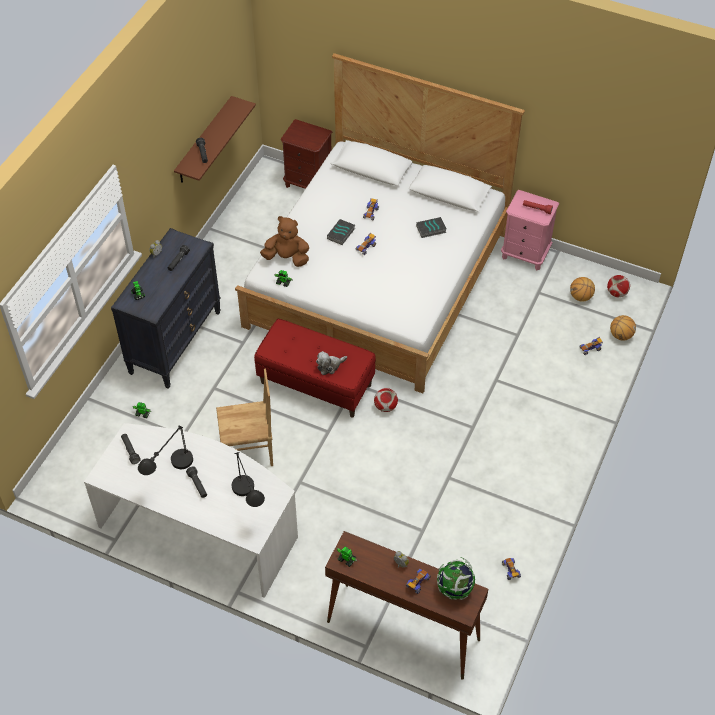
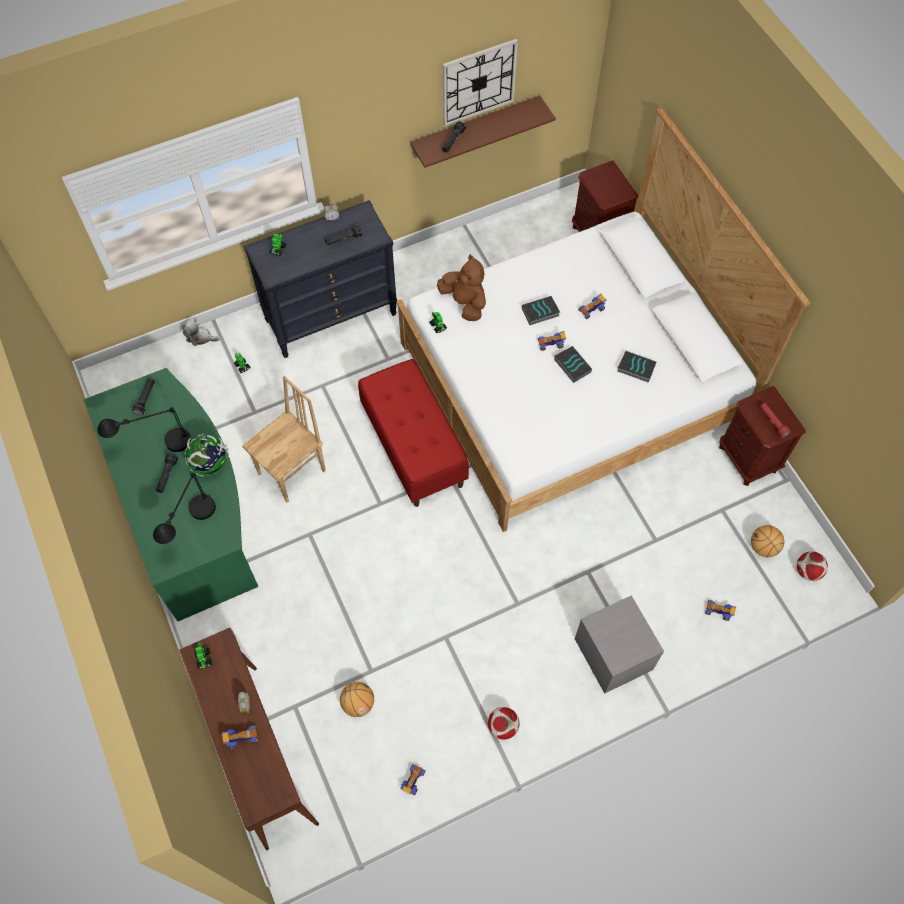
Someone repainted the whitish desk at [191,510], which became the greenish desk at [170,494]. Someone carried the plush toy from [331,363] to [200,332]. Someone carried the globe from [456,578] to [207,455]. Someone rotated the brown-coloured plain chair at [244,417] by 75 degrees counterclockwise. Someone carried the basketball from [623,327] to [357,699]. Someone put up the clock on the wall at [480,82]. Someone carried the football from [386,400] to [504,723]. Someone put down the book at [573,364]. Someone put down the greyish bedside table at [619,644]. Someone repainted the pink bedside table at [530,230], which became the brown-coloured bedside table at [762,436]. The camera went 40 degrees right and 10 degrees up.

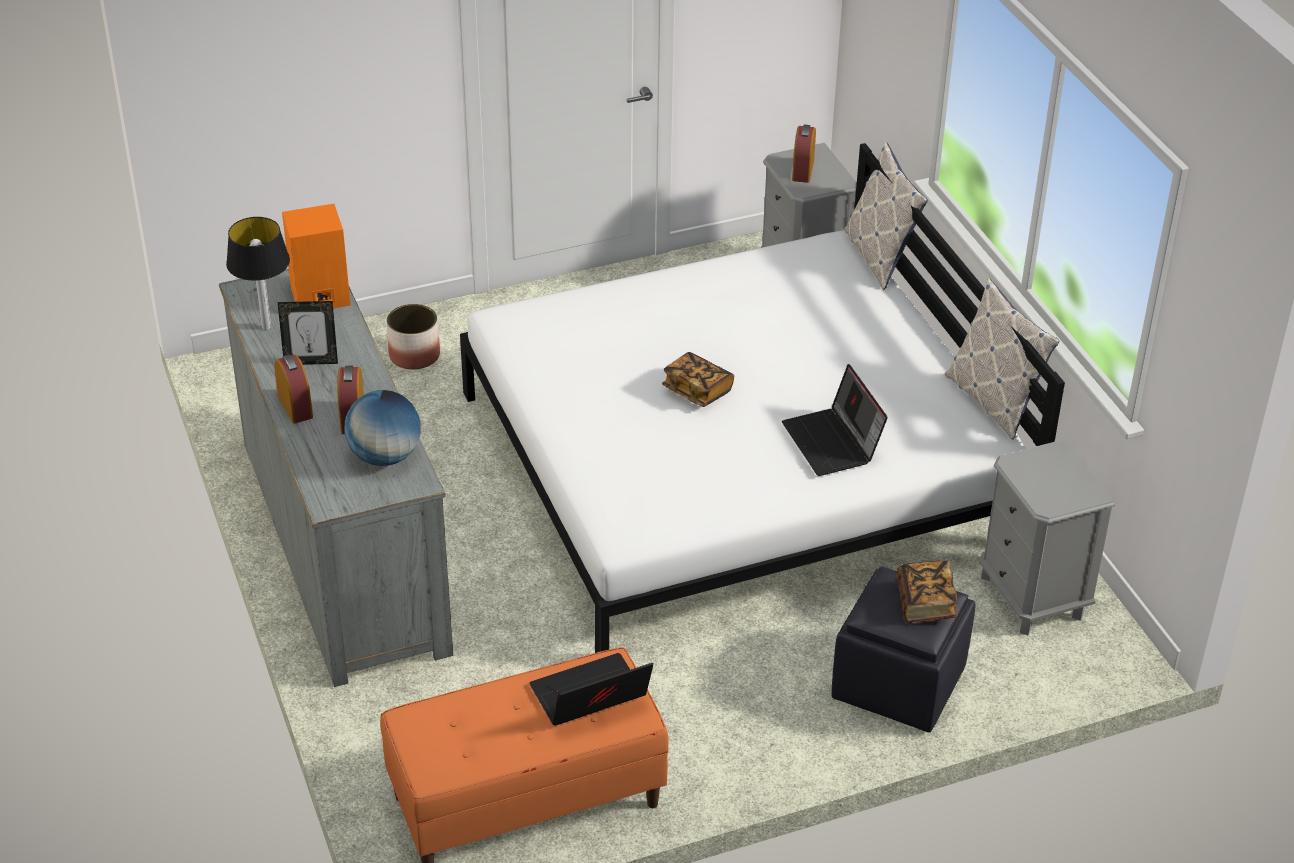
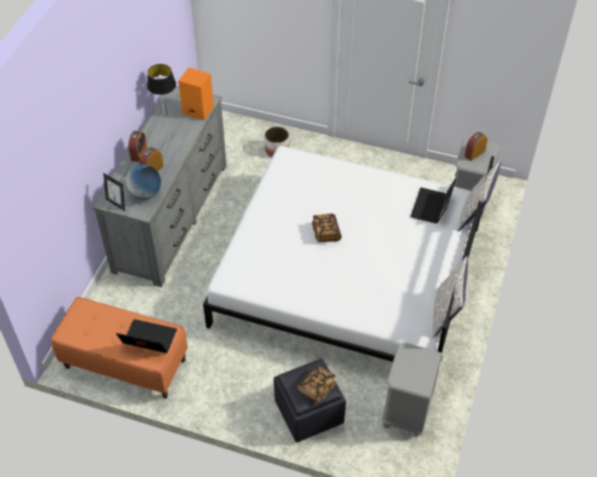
Someone carried the standing frame from [308,333] to [114,192]. Someone carried the laptop from [835,420] to [433,201]. The camera went 40 degrees right and 10 degrees up.

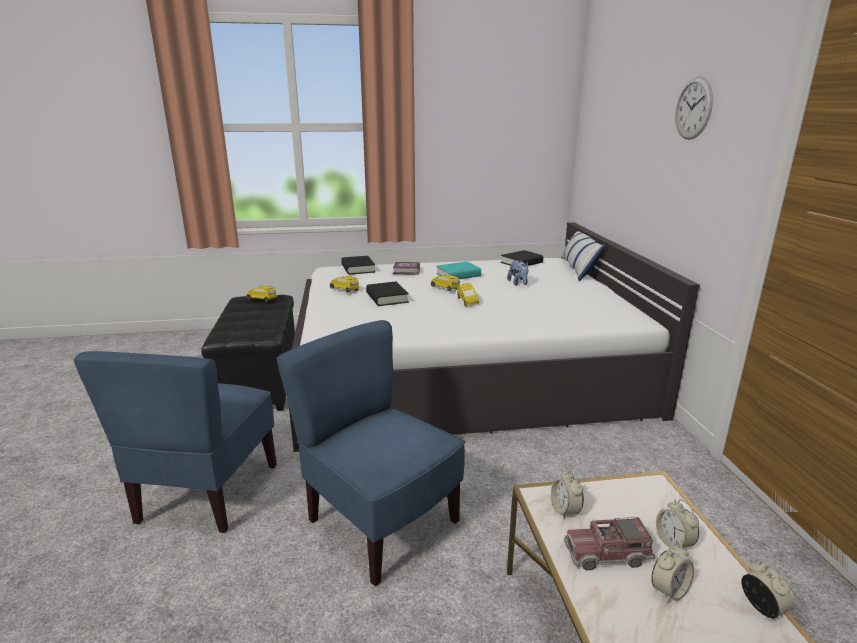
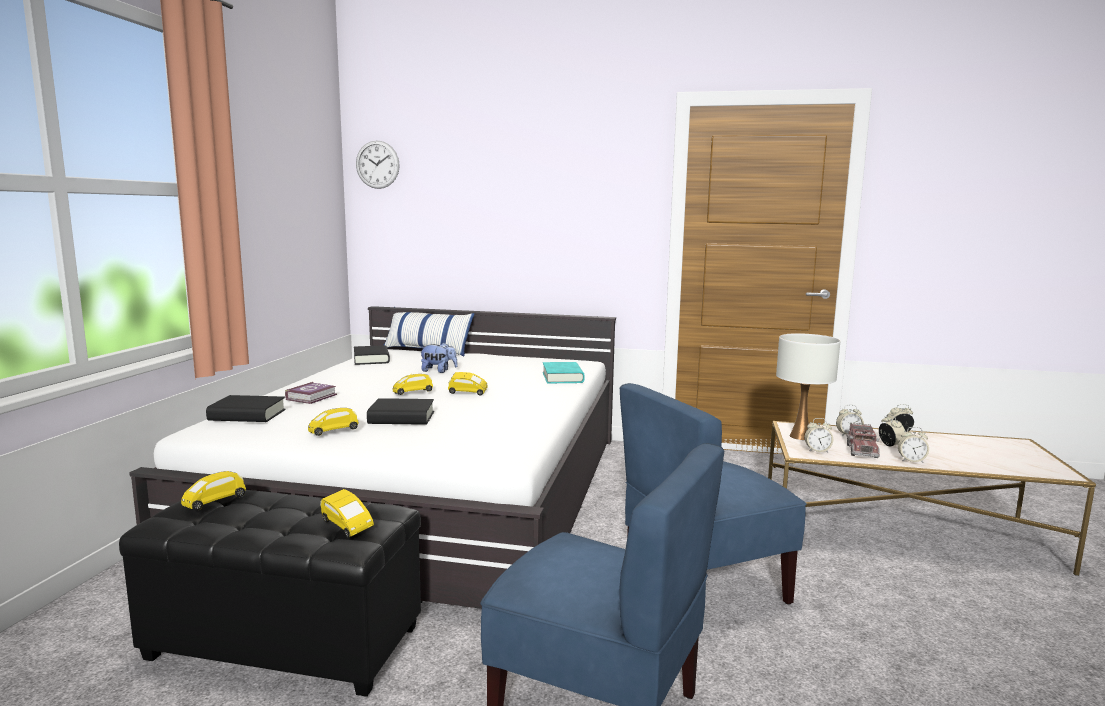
Someone put down the yellowish model car at [347,513]. Someone carried the clock on the wall from [694,108] to [378,164]. Someone carried the turquoise-coloured book from [458,270] to [564,373]. Someone put down the whitish tabletop lamp at [808,386]. Someone put down the table clock at [913,445]. The camera went 70 degrees left and 10 degrees down.

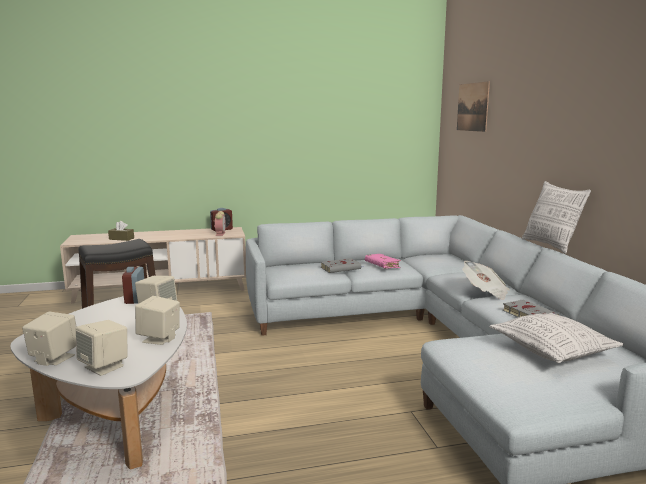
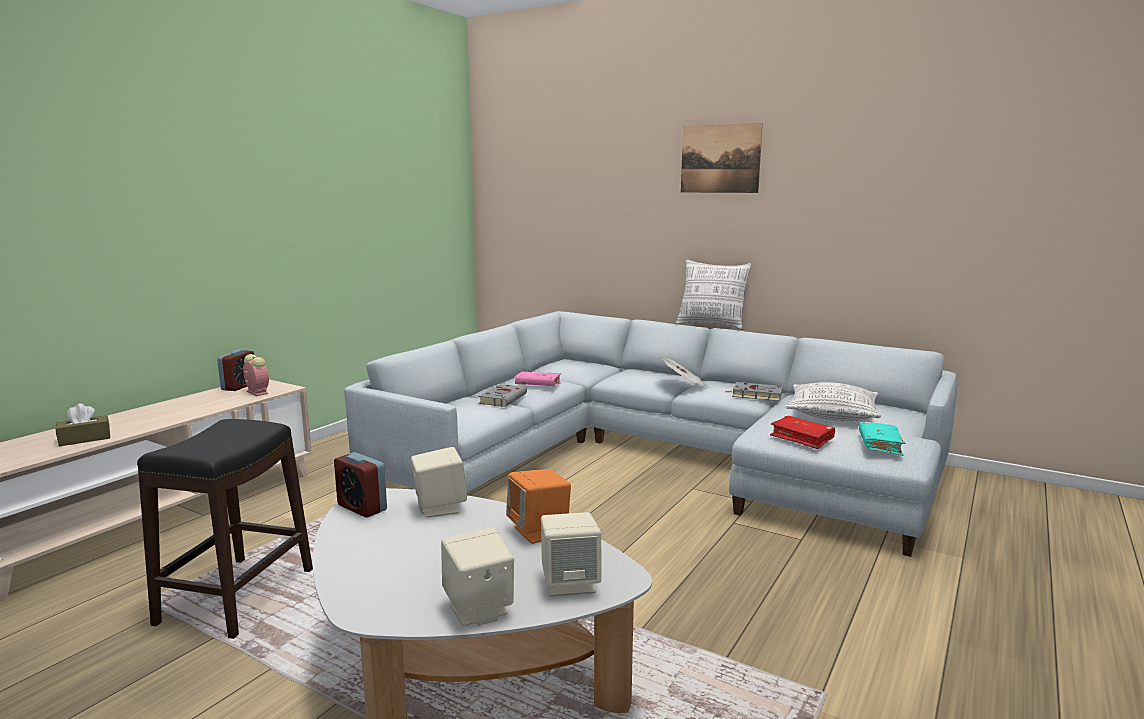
Someone repainted the beige-coloured loudspeaker at [157,320], which became the orange loudspeaker at [538,506]. Someone carried the wall art from [473,106] to [722,158]. Someone put down the red-coloured book at [802,432]. Someone put down the turquoise-coloured book at [882,439]. The camera went 45 degrees left and 0 degrees up.

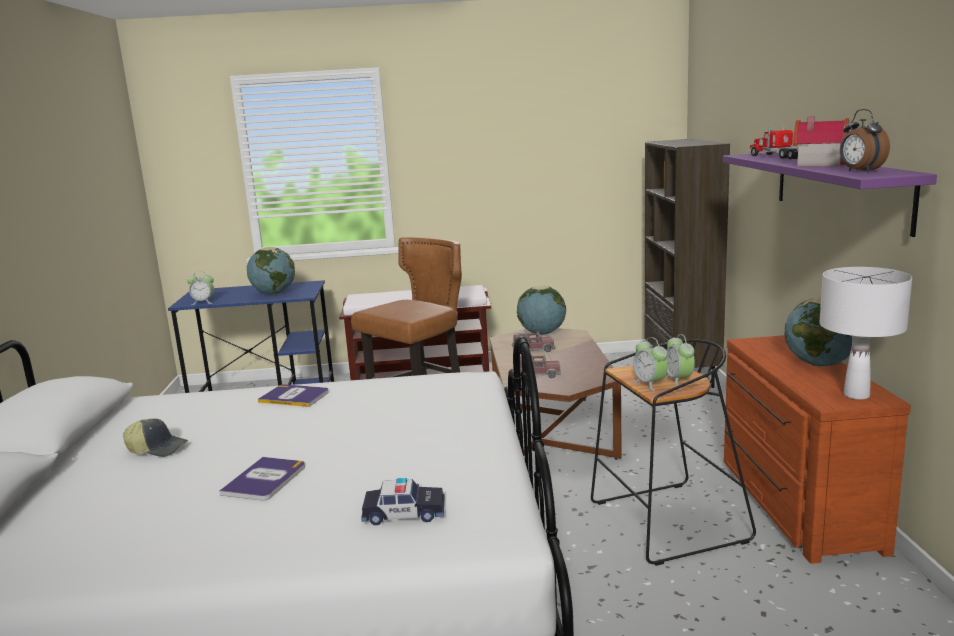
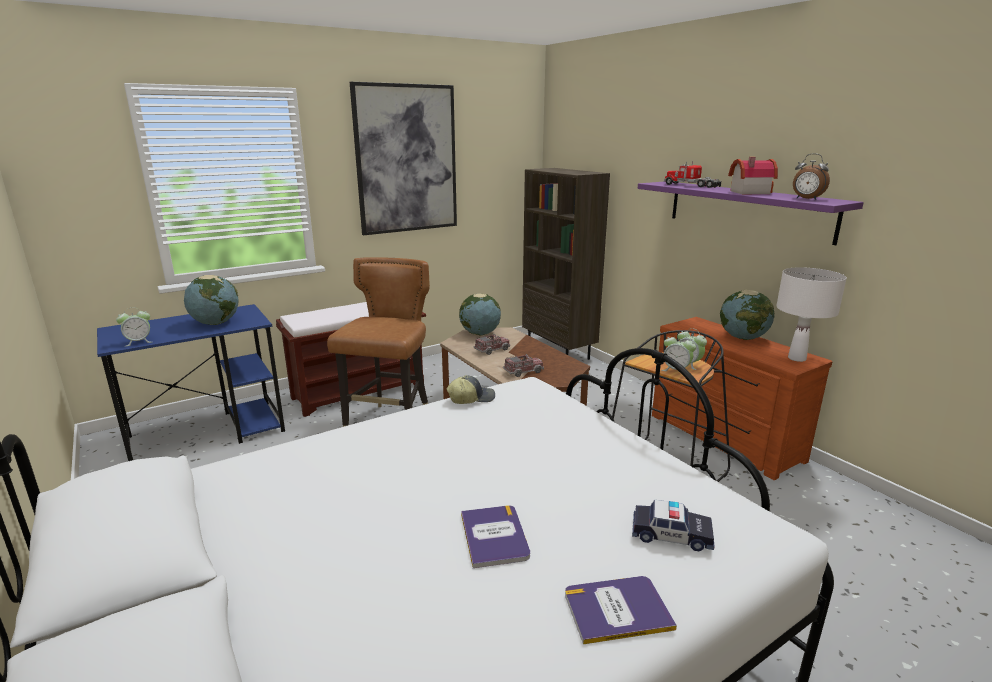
Someone put up the wall art at [403,158]. Someone carried the baseball cap from [155,437] to [470,389]. Someone carried the book from [293,395] to [621,610]. Someone rotated the model car at [403,501] by 45 degrees clockwise. The camera went 30 degrees left and 5 degrees up.

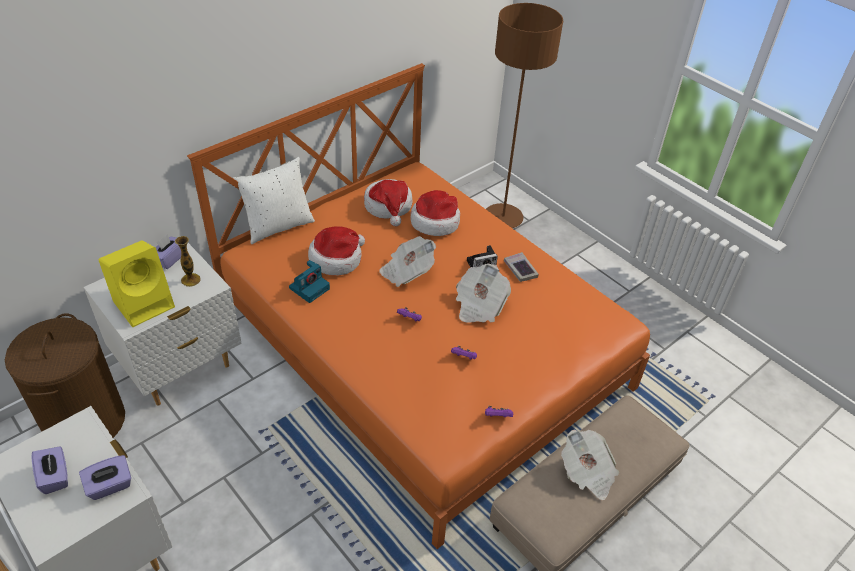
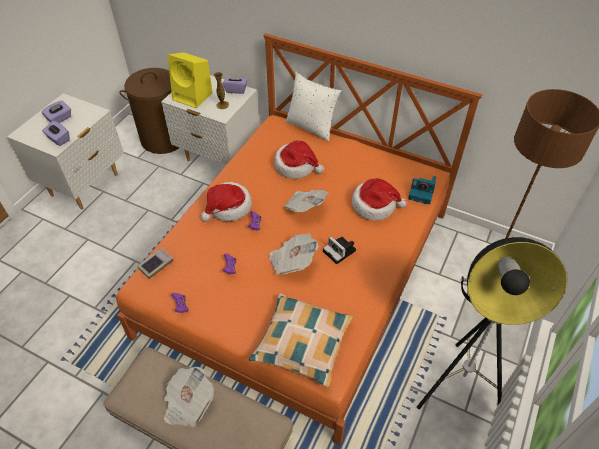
Someone carried the book from [521,267] to [155,263]. Someone carried the wearable hat from [388,202] to [226,202]. Someone put down the pillow at [301,340]. Someone carried the still camera from [309,281] to [422,190]. Someone put down the standing lamp at [492,323]. The camera went 70 degrees right and 5 degrees up.

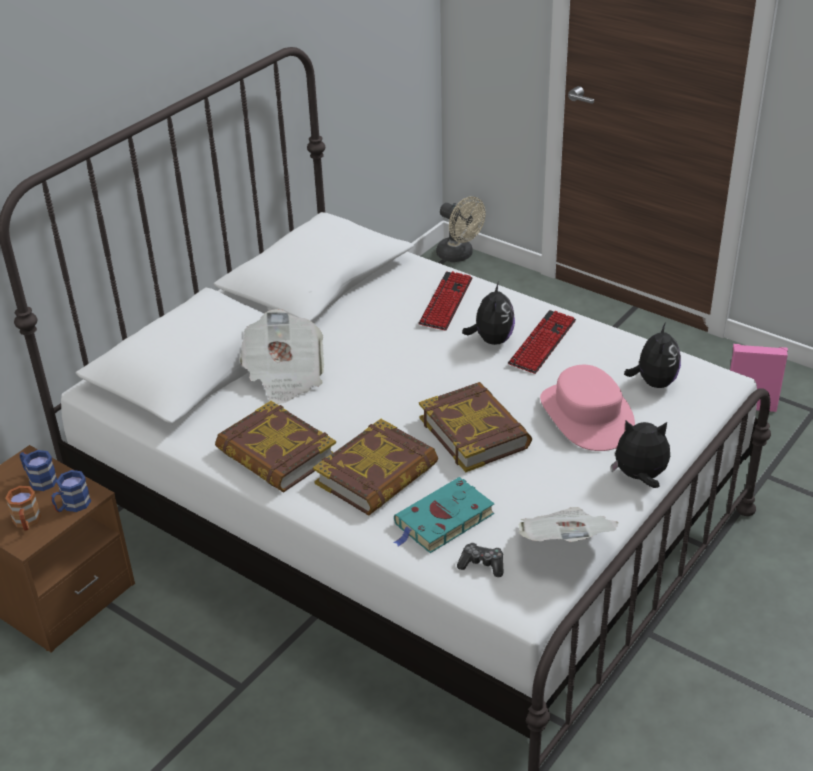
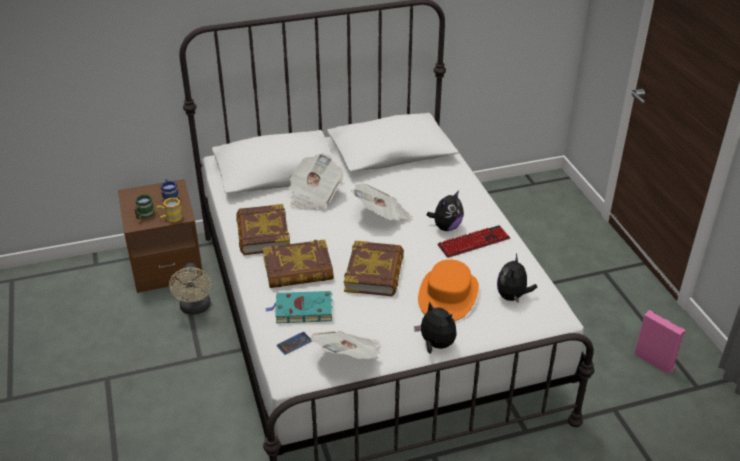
Someone repainted the brown-coloured tea mug at [23,508], which became the greenish tea mug at [144,206]. Someone repainted the blue-coloured tea mug at [71,491], which became the yellowish tea mug at [169,210]. Someone carried the beige-coloured fan from [461,229] to [190,289]. Someone swapped the gamepad at [480,560] for the telephone at [294,343]. Someone put down the printed paper at [382,202]. Someone repainted the pink wearable hat at [587,408], which became the orange wearable hat at [448,290]. Someone rotated the plush toy at [652,355] by 150 degrees clockwise. Someone took away the keyboard at [445,301]. The camera went 35 degrees right and 0 degrees up.

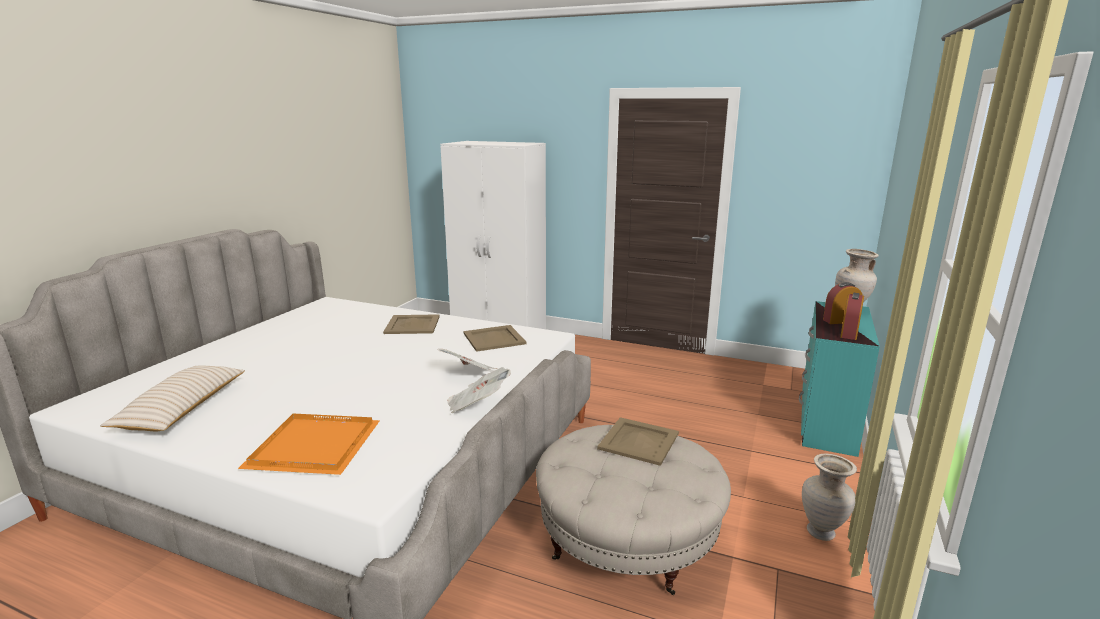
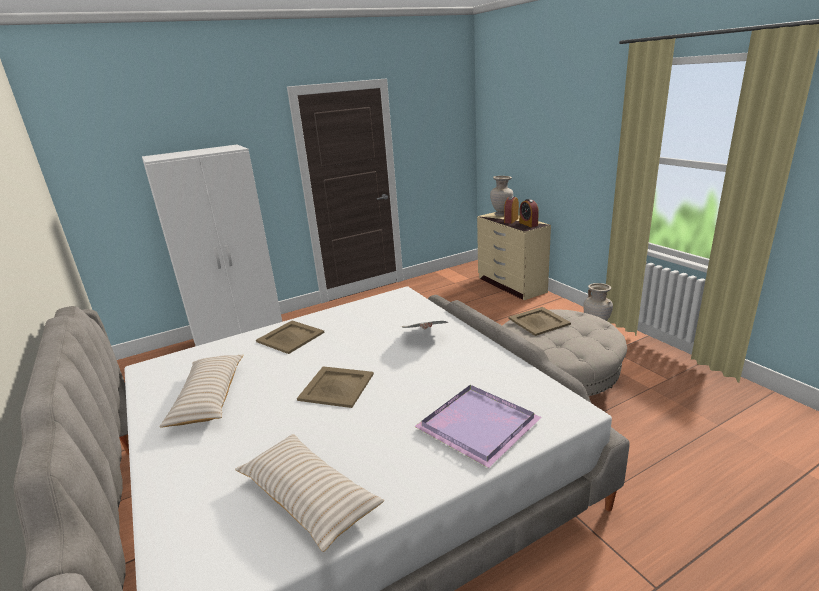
Someone put down the beige-coloured pillow at [201,391]. Someone carried the beige-coloured carrying tray from [494,338] to [335,387]. Someone repainted the orange carrying tray at [309,444], which became the purple carrying tray at [478,426]. Someone repainted the turquoise-coloured dresser at [839,379], which became the beige-coloured dresser at [514,256]. Someone took away the printed paper at [479,390]. The camera went 50 degrees left and 5 degrees up.

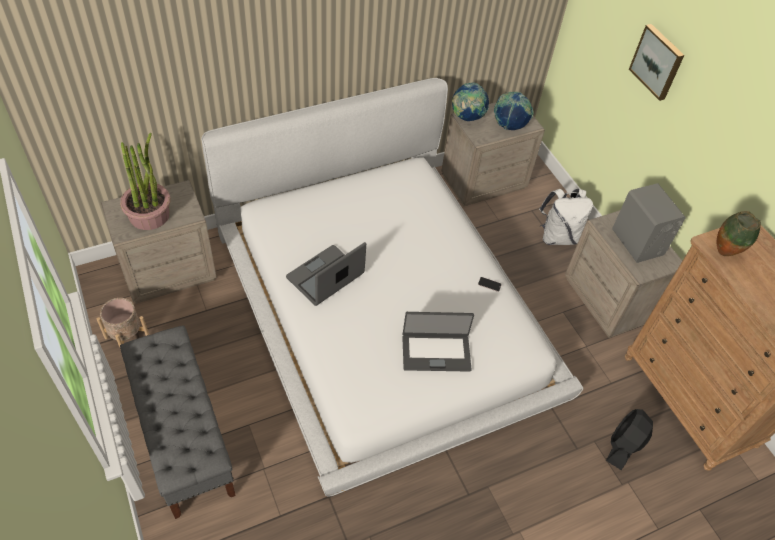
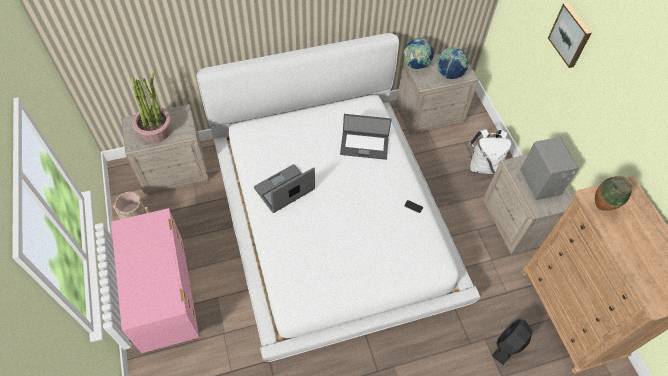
Someone swapped the greyish indoor bench at [178,422] for the pink dresser at [155,280]. Someone carried the laptop from [438,342] to [366,137]. The camera went 10 degrees right and 5 degrees up.

